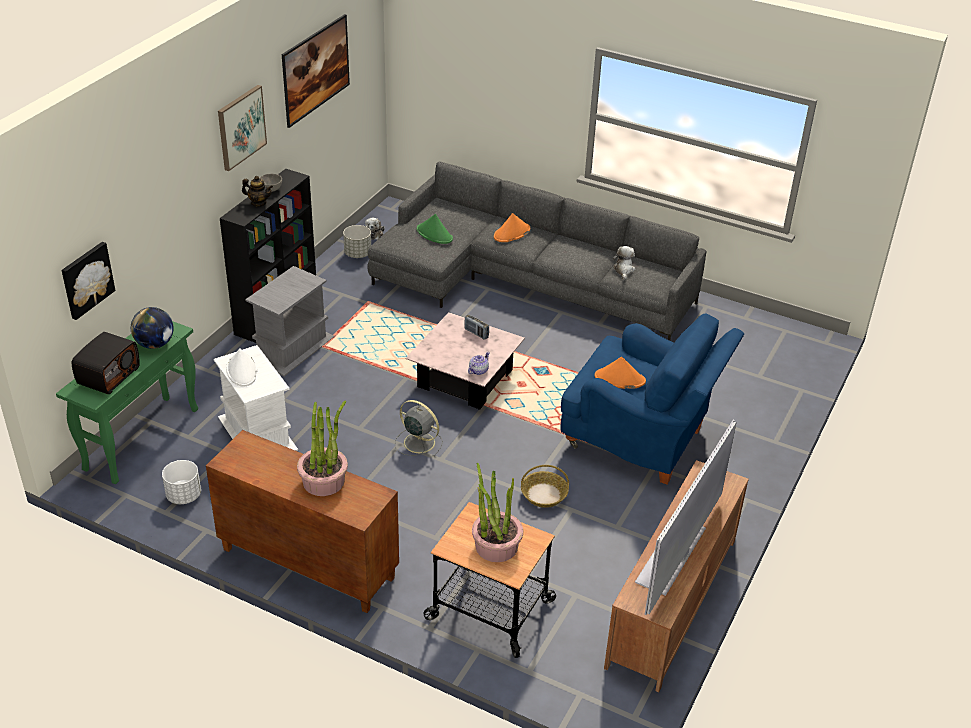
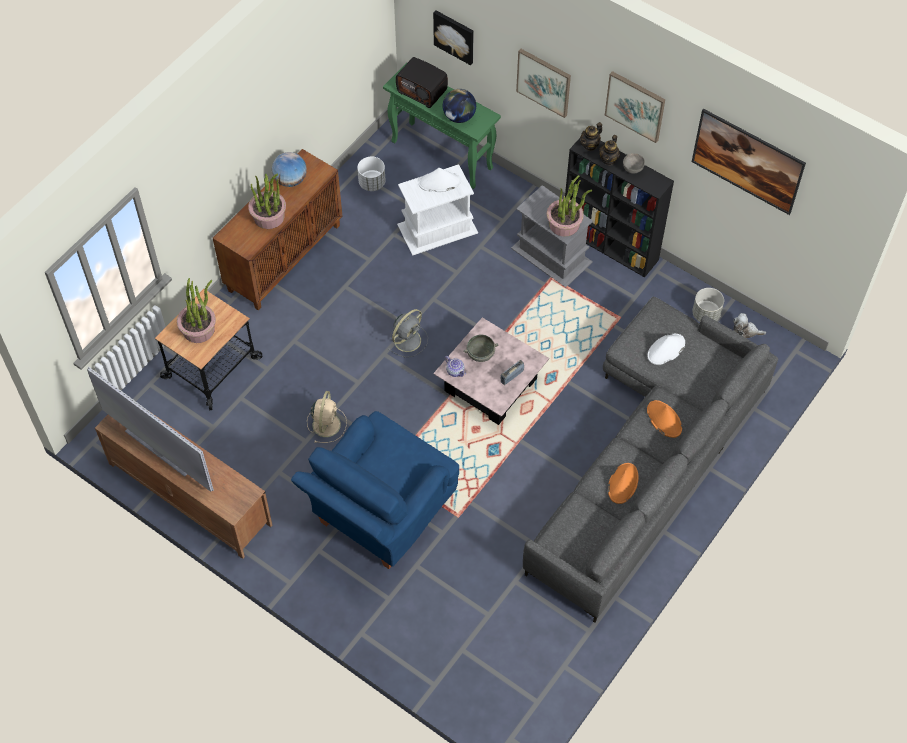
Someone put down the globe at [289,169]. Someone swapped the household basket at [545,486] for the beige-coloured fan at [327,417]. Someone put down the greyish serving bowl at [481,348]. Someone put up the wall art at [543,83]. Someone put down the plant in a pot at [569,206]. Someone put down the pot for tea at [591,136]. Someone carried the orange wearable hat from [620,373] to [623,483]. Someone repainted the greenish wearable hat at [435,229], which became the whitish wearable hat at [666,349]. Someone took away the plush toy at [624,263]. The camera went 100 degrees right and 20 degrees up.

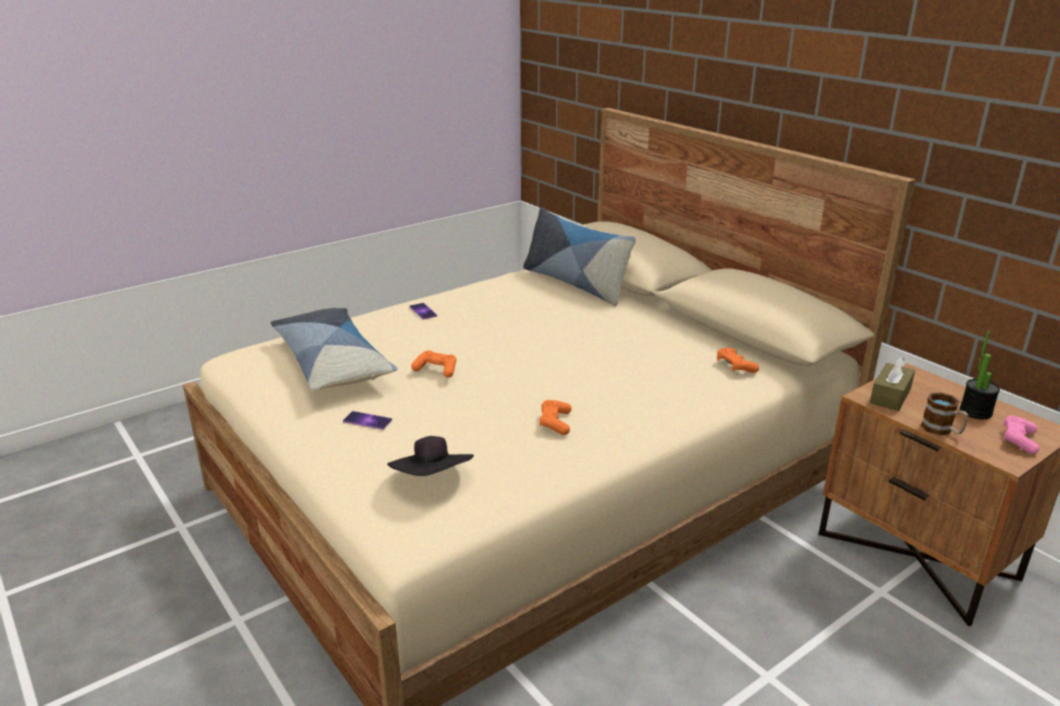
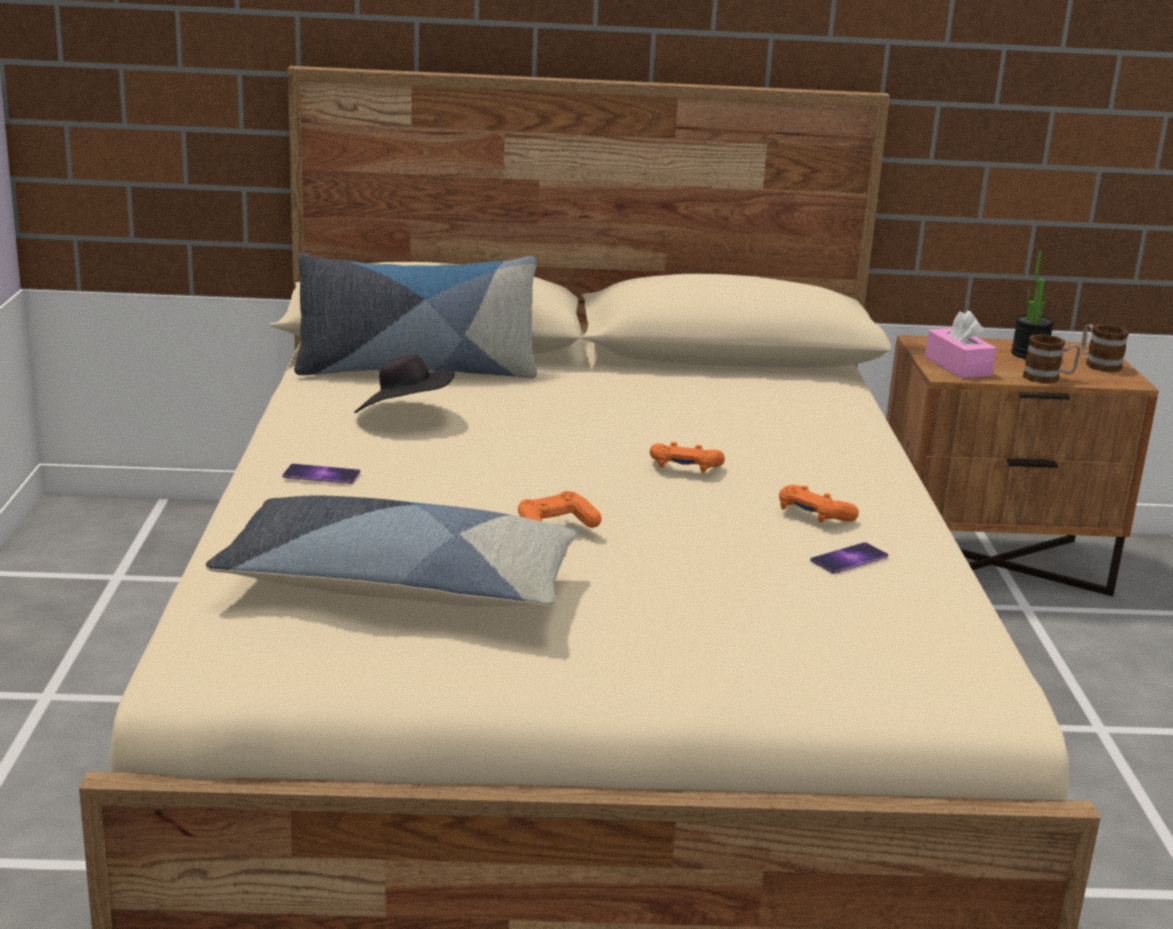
Someone carried the black-coloured wearable hat from [430,456] to [404,384]. Someone carried the orange gamepad from [738,360] to [687,457]. Someone carried the telephone from [367,420] to [849,558]. Someone repainted the brown-coloured tissue box at [892,383], which became the pink tissue box at [960,344]. Someone swapped the pink gamepad at [1021,435] for the tea mug at [1105,348]. The camera went 55 degrees left and 5 degrees down.

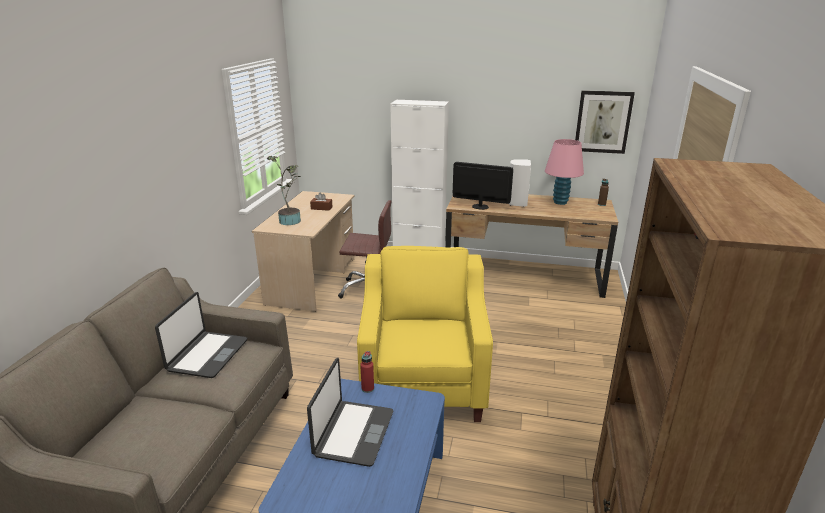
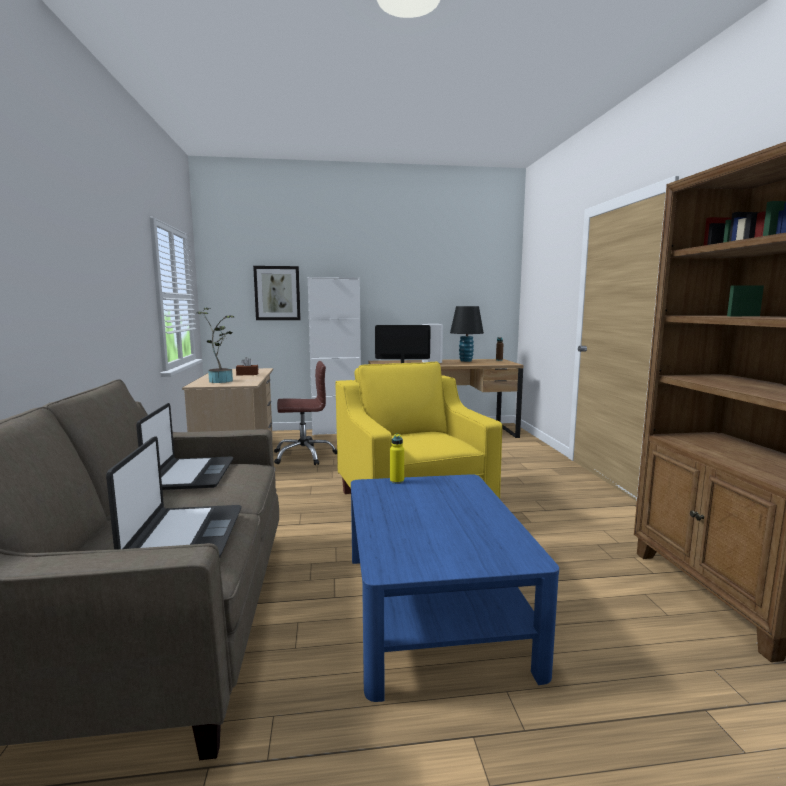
Someone carried the laptop from [350,412] to [174,497]. Someone carried the wall art from [605,122] to [277,293]. Someone repainted the red-coloured drink bottle at [367,372], which became the yellowish drink bottle at [397,459]. Someone repainted the pink tabletop lamp at [564,172], which became the black-coloured tabletop lamp at [467,334]. The camera went 20 degrees left and 15 degrees down.

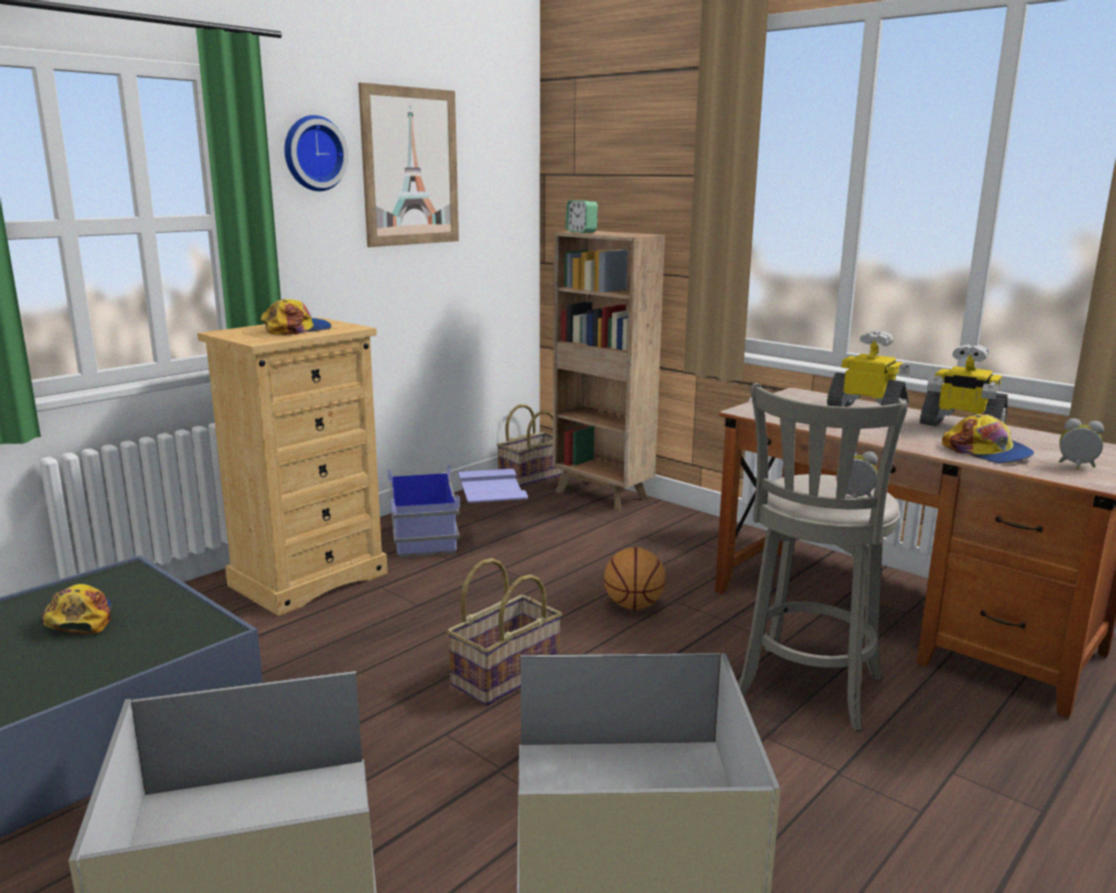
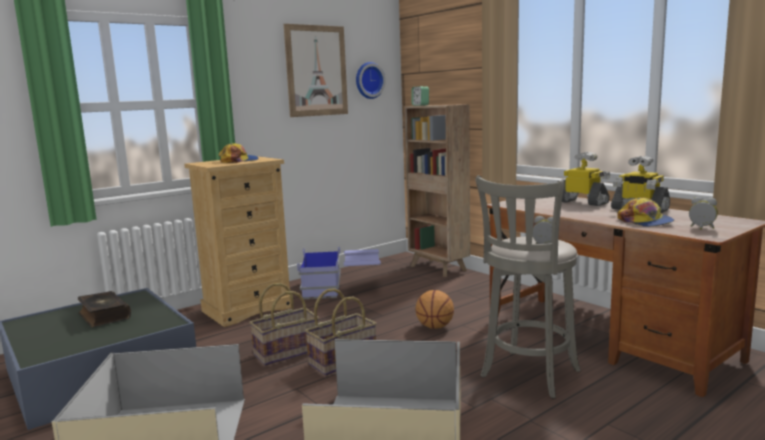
Someone swapped the baseball cap at [76,609] for the book at [104,309]. Someone carried the household basket from [530,445] to [284,324]. Someone carried the clock on the wall from [316,153] to [371,80]. The camera went 10 degrees right and 5 degrees down.

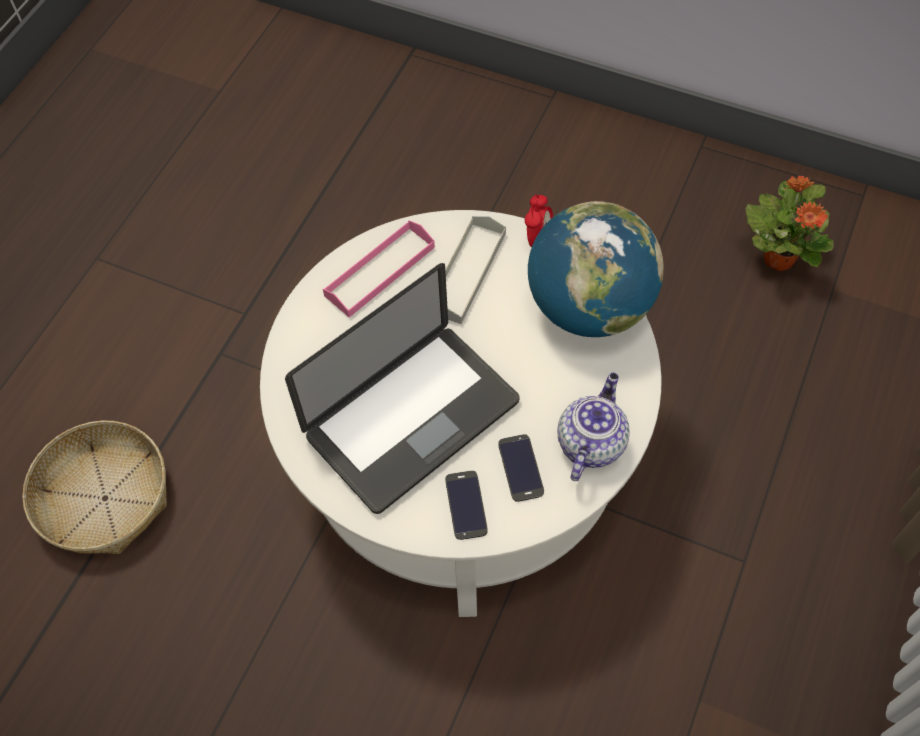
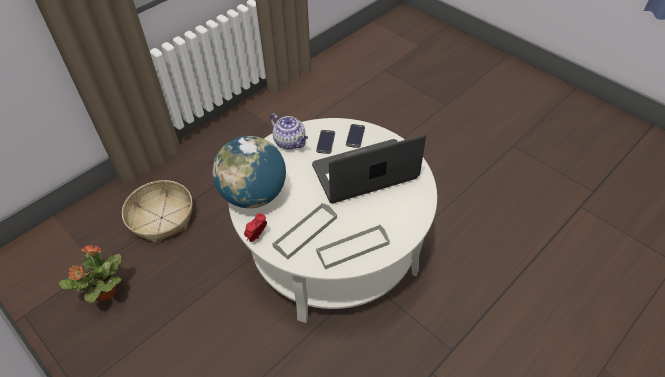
Someone carried the household basket from [94,487] to [157,211]. Someone rotated the pot for tea at [593,426] by 90 degrees counterclockwise. Someone repainted the pink carrying tray at [379,268], which became the greyish carrying tray at [353,246]. The camera went 160 degrees left and 10 degrees down.

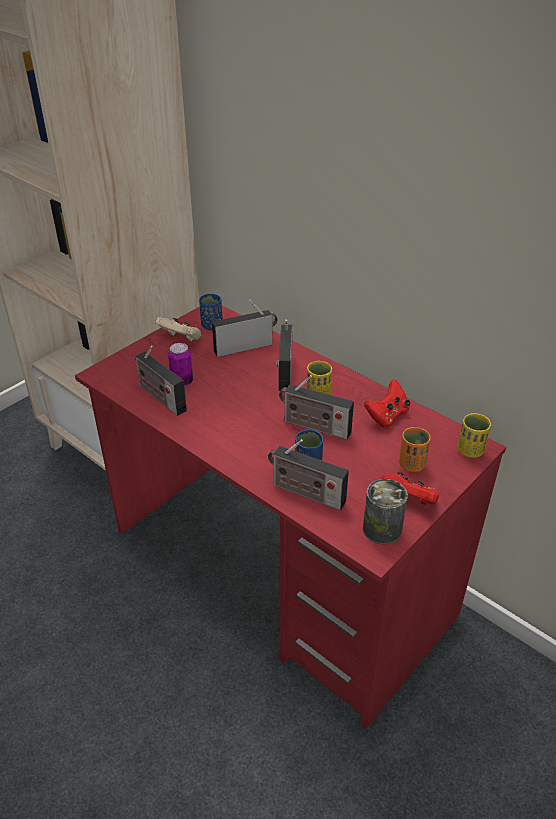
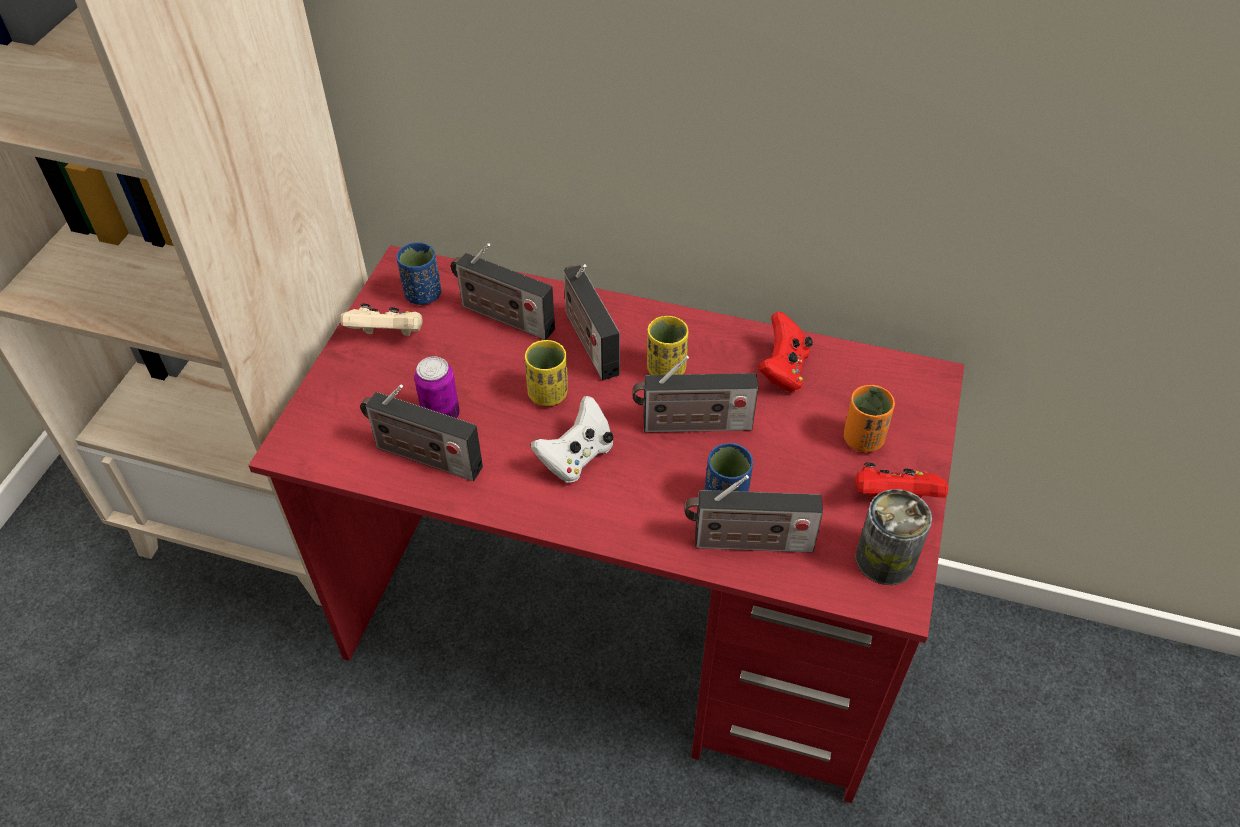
Someone rotated the radio receiver at [245,328] by 105 degrees counterclockwise. Someone carried the yellowish small cup from [474,435] to [546,373]. Someone put down the whitish gamepad at [572,439]. The camera went 25 degrees left and 10 degrees up.

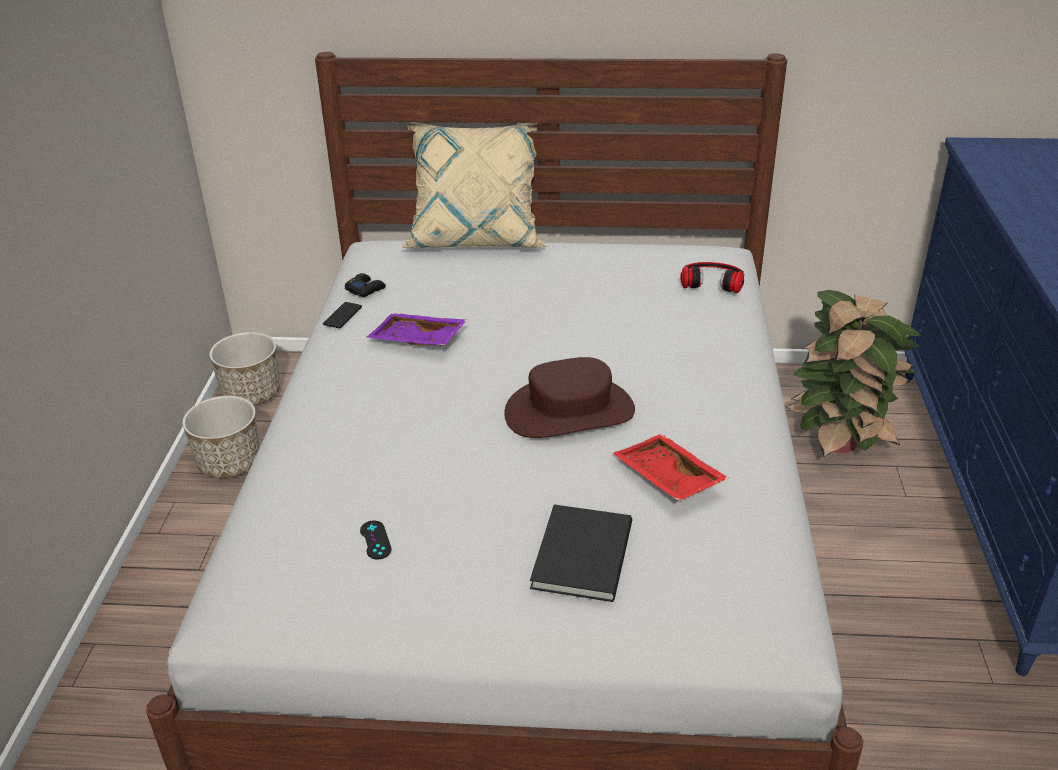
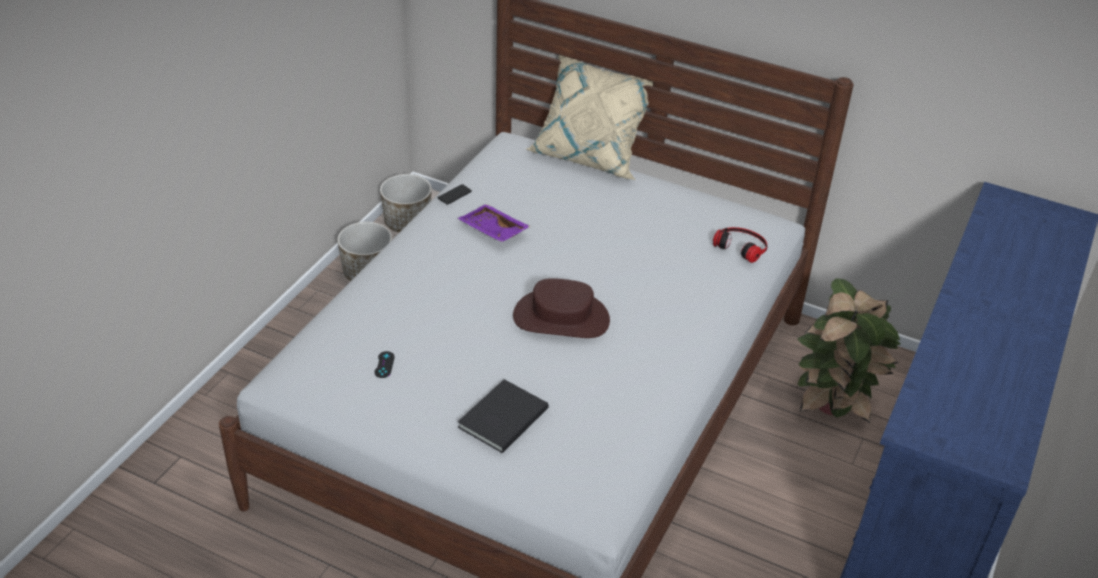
Someone took away the black-coloured gamepad at [365,285]. Someone took away the red-coloured carrying tray at [671,467]. The camera went 20 degrees right and 5 degrees up.

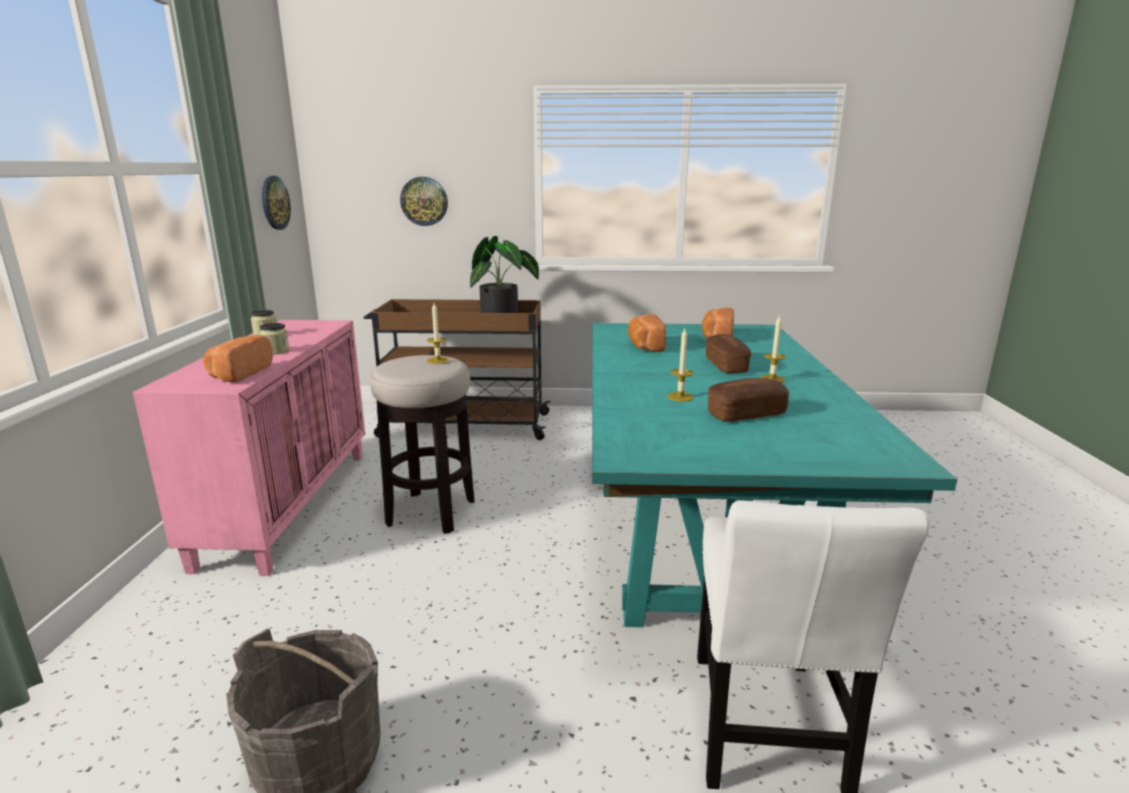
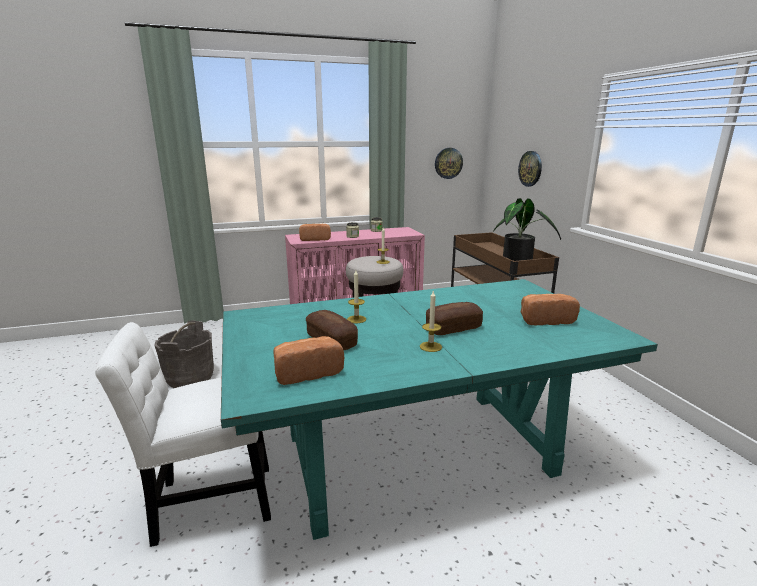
Someone carried the bakery bread from [647,333] to [308,360]. The camera went 70 degrees right and 0 degrees up.

